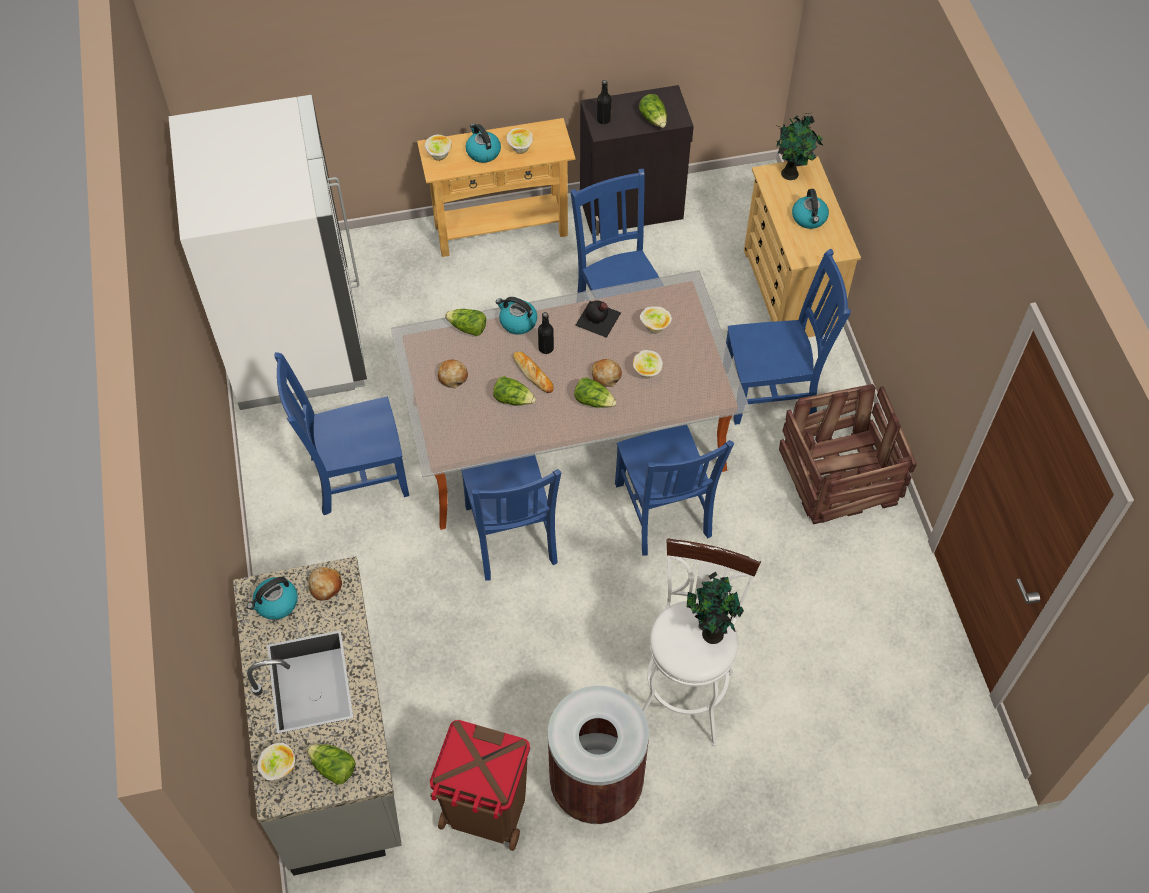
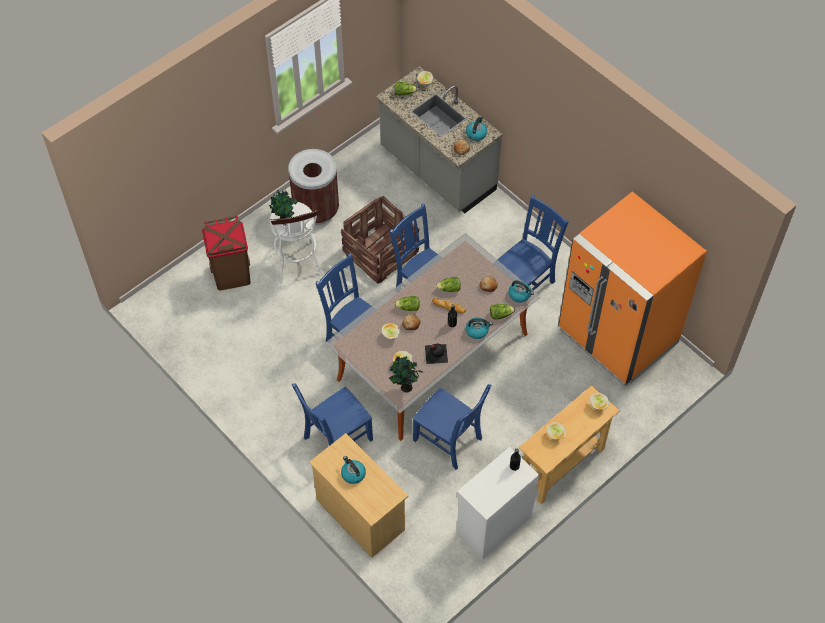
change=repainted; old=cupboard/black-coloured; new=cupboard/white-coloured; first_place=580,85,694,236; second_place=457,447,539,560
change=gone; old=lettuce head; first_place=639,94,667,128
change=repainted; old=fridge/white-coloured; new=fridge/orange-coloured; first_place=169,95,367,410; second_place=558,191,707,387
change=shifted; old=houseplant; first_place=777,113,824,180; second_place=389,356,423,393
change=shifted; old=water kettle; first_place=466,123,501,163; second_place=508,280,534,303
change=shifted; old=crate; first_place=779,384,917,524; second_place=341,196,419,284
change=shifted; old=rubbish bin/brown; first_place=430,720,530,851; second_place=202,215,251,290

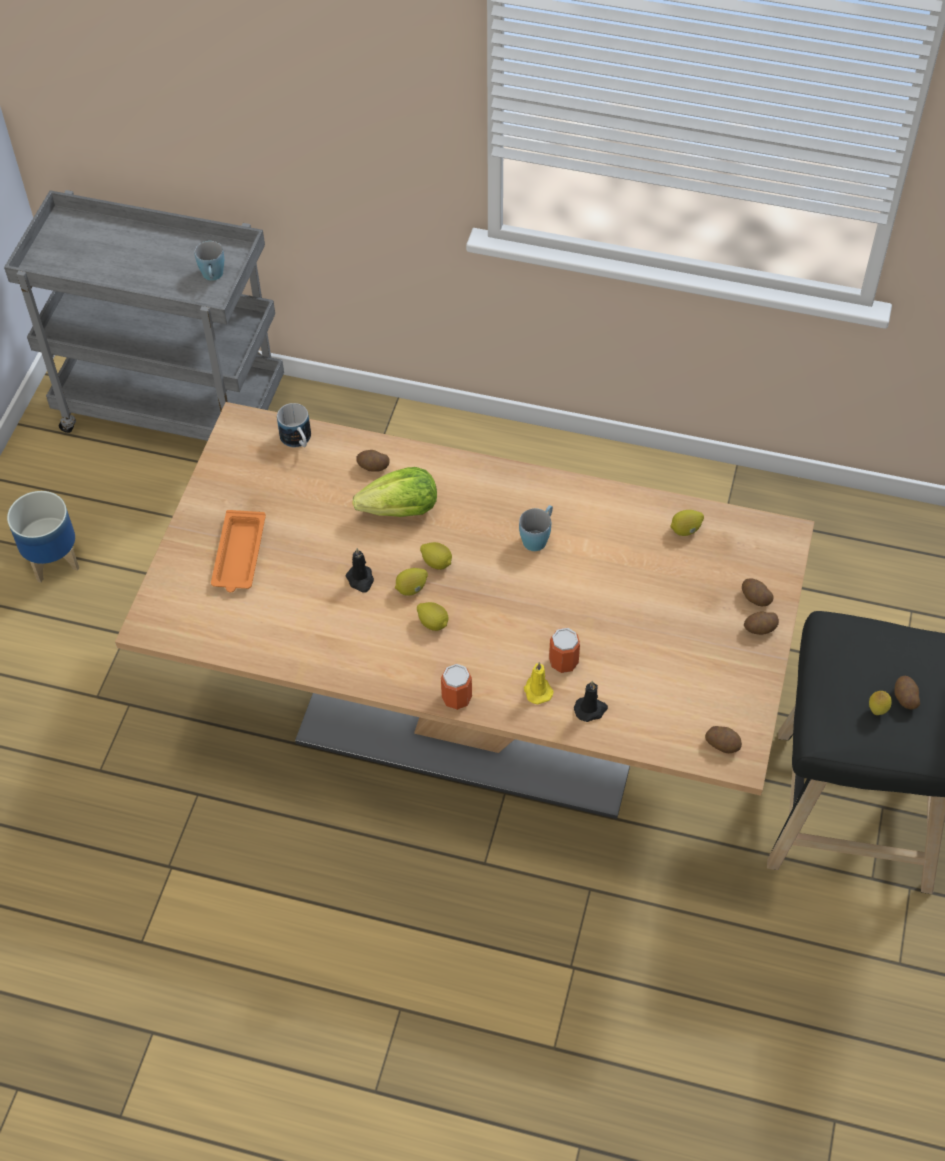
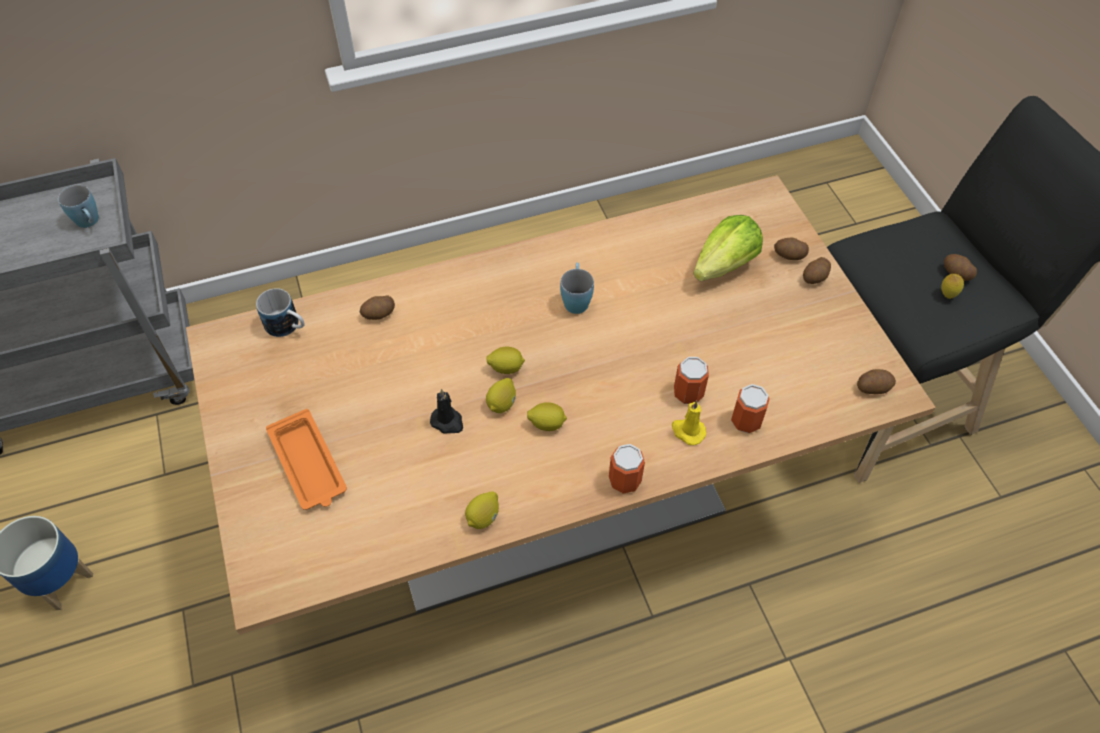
change=shifted; old=lettuce head; first_place=352,467,437,517; second_place=693,215,763,281
change=shifted; old=citrus fruit; first_place=670,510,704,536; second_place=465,491,499,529
change=swapped; old=wax candle/black-coloured; new=can; first_place=574,681,608,722; second_place=731,384,770,433

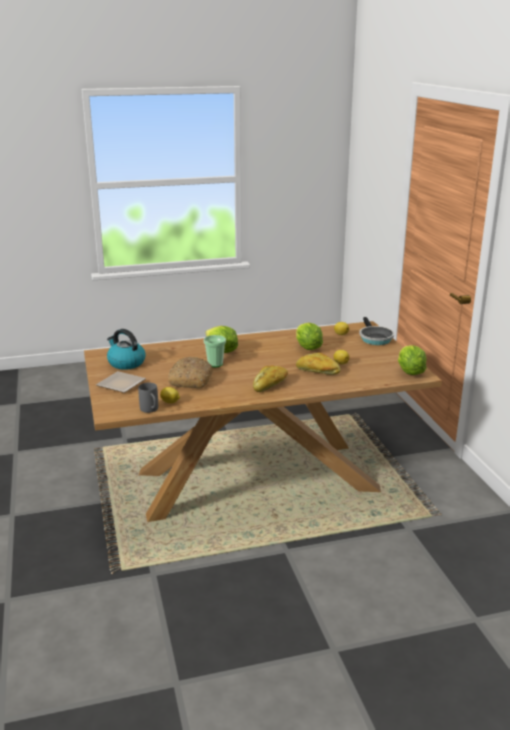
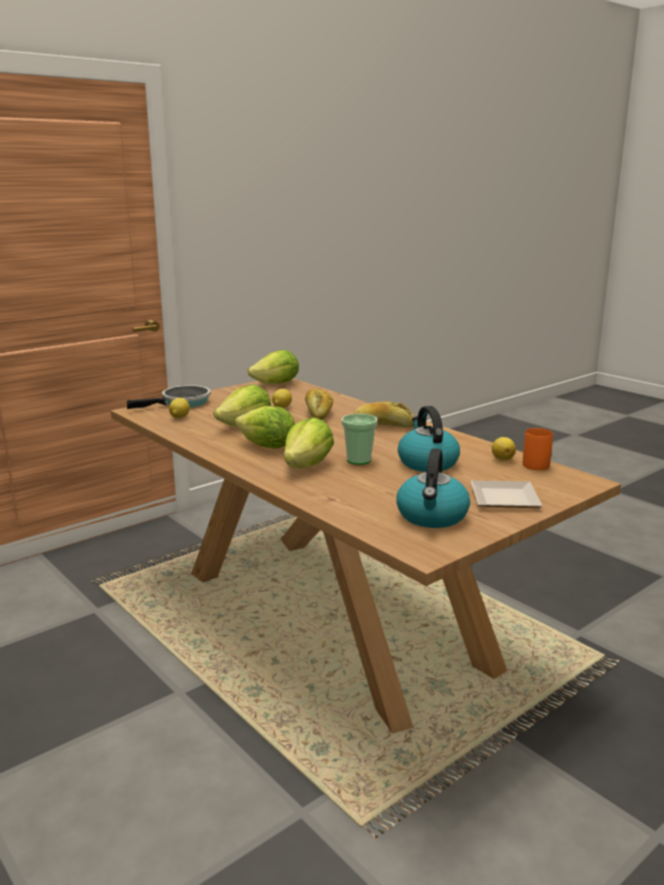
change=swapped; old=baked bread; new=water kettle; first_place=168,357,213,388; second_place=398,406,460,472
change=repainted; old=mug/grey; new=mug/orange-coloured; first_place=138,383,158,413; second_place=523,428,553,470
change=new; new=lettuce head; second_place=235,406,295,448

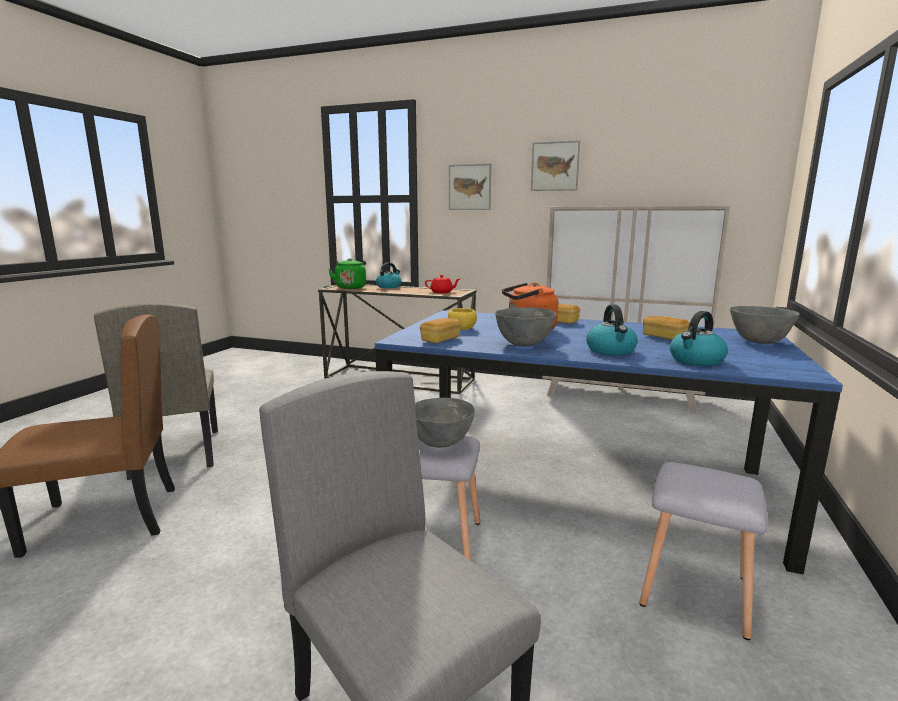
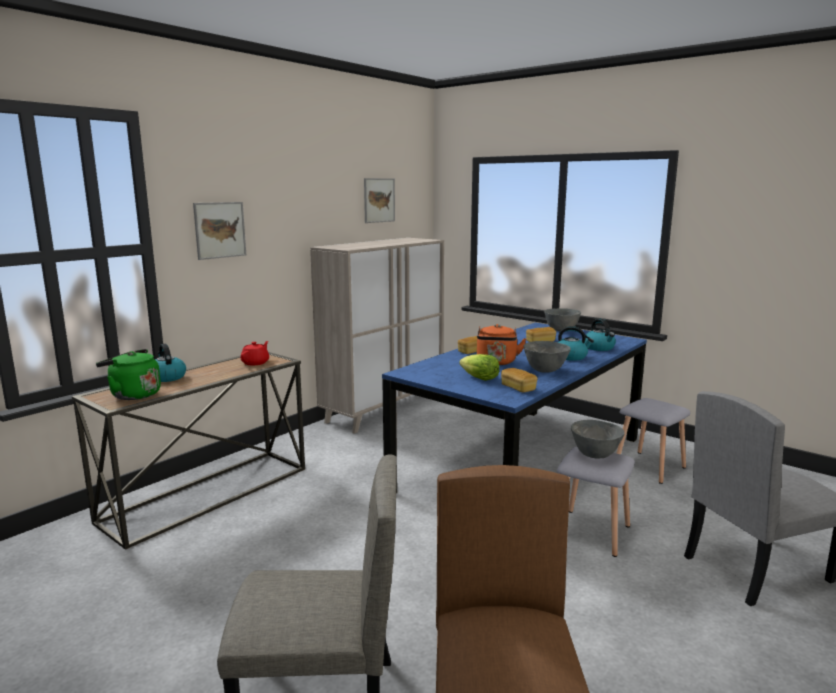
change=shifted; old=picture; first_place=531,140,580,191; second_place=364,178,395,223
change=swapped; old=serving bowl/yellowish; new=lettuce head; first_place=448,308,477,330; second_place=459,354,499,381

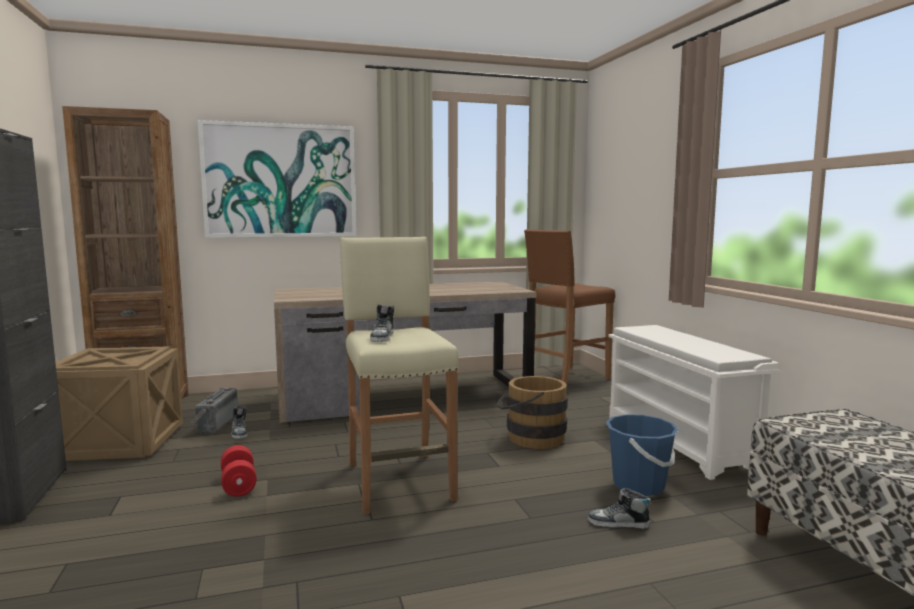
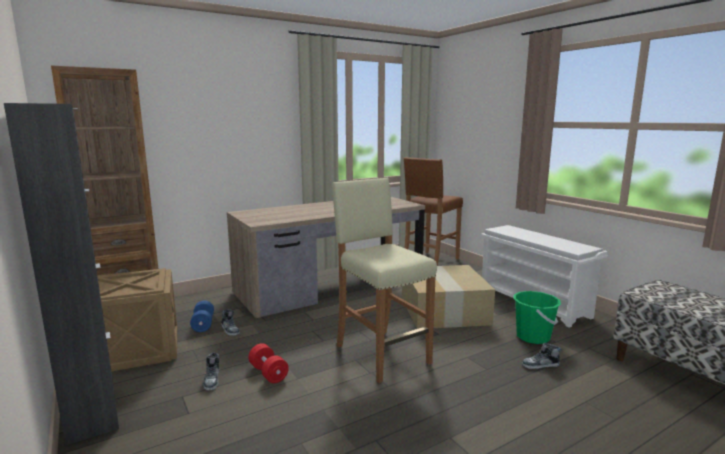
change=gone; old=picture; first_place=198,120,356,238
change=shifted; old=low shoe; first_place=370,304,394,342; second_place=203,352,219,391
change=swapped; old=water bucket/brown; new=carton; first_place=497,376,568,449; second_place=402,265,495,329
change=swapped; old=radio; new=hand weight/blue; first_place=190,387,238,434; second_place=190,301,214,332
change=repainted; old=water bucket/blue; new=water bucket/green-coloured; first_place=606,414,679,496; second_place=513,291,561,344

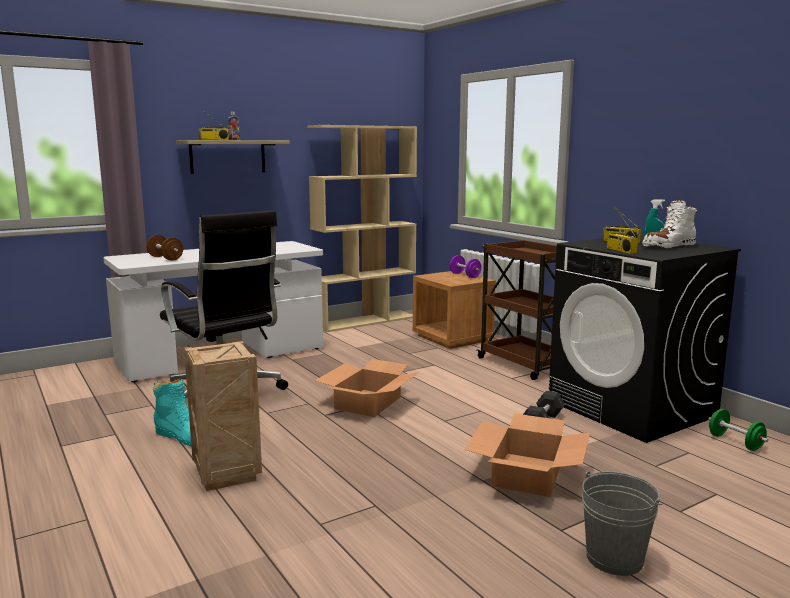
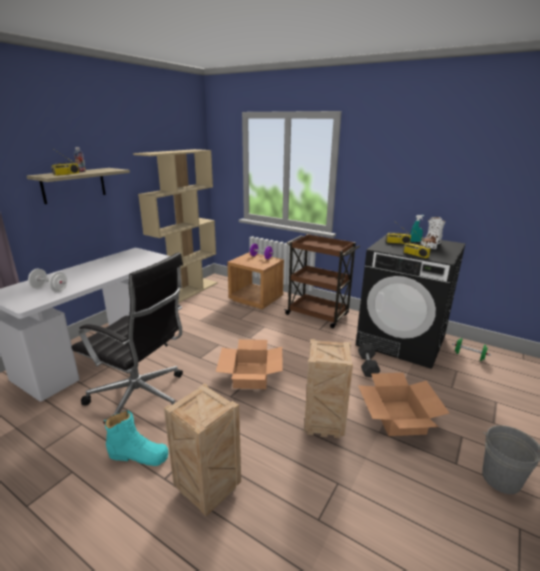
change=repainted; old=hand weight/brown; new=hand weight/white-coloured; first_place=146,235,183,261; second_place=28,269,67,292
change=new; new=crate; second_place=304,339,353,439

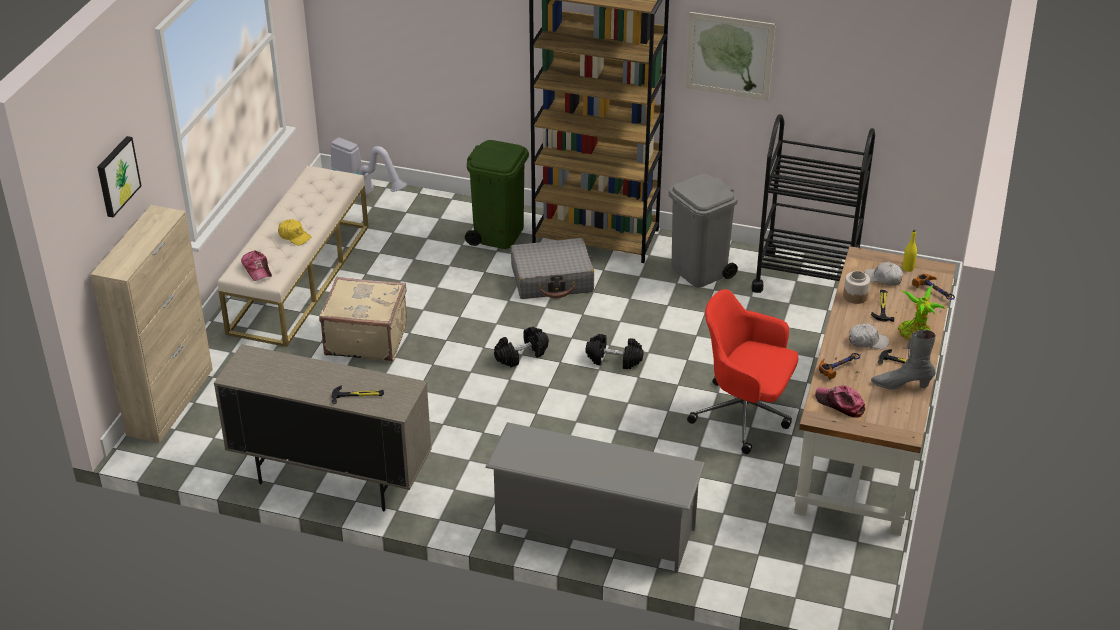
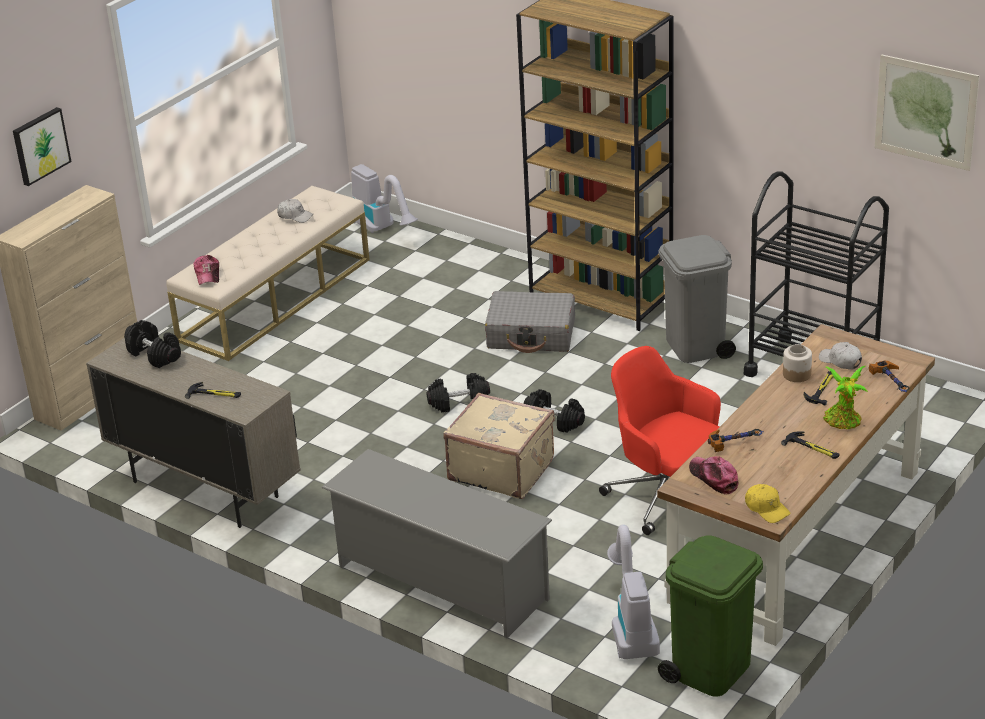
change=shifted; old=picture; first_place=685,12,776,101; second_place=875,55,980,171
change=shifted; old=rubbish bin/green-coloured; first_place=465,140,529,249; second_place=658,535,763,697
change=shifted; old=peaked cap/yellowish; first_place=278,219,312,246; second_place=745,484,790,523
change=gone; old=drink bottle/yellowish; first_place=903,230,917,272
change=shifted; old=piece of luggage/beige; first_place=319,277,407,362; second_place=443,393,555,499
change=shifted; old=peaked cap/white-coloured; first_place=849,323,889,349; second_place=277,199,313,223
change=gone; old=high-top boot/grey; first_place=871,330,936,390
change=new; new=hand weight/black-coloured; second_place=124,320,181,368
change=new; new=vacuum; second_place=607,524,660,659

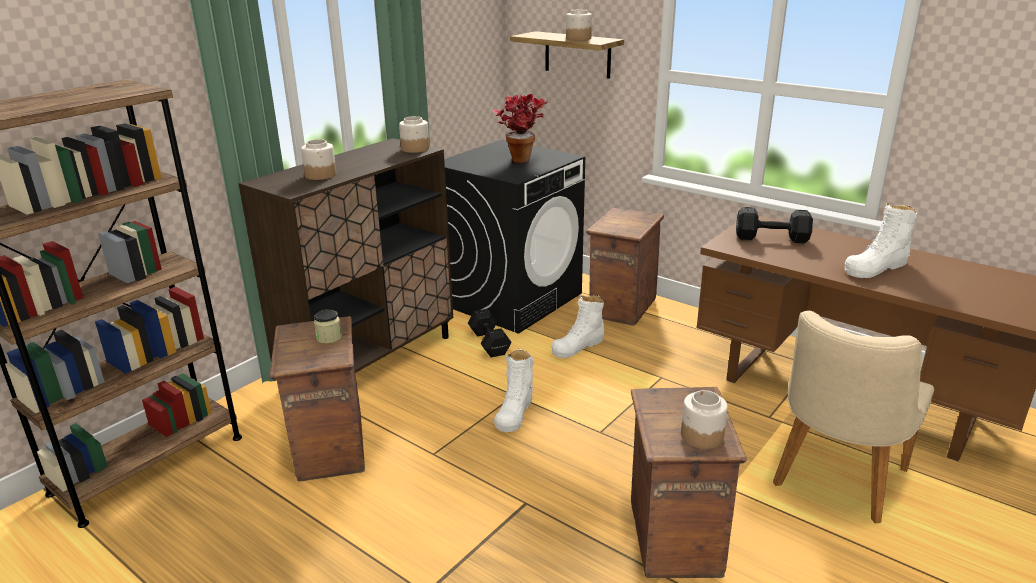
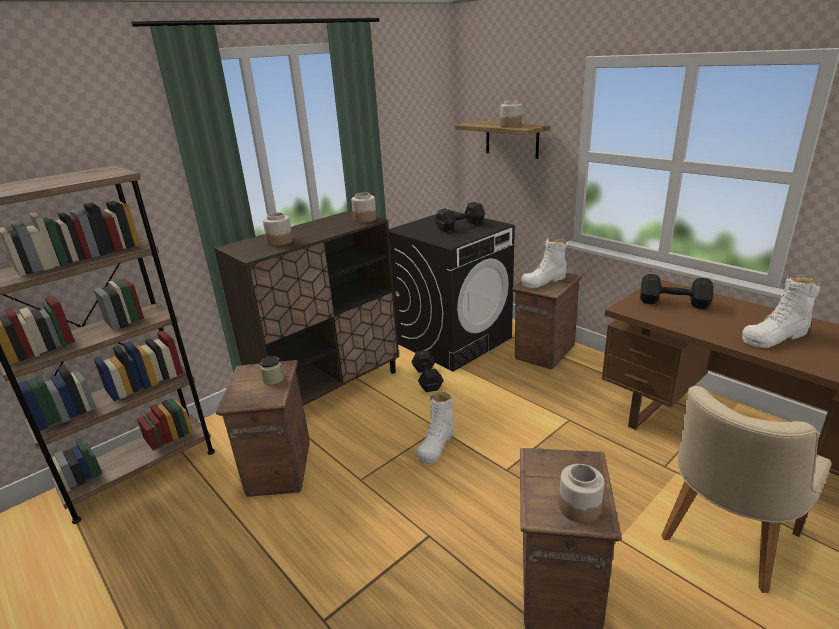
change=swapped; old=houseplant; new=hand weight/black-coloured; first_place=493,94,547,163; second_place=435,202,485,232
change=shifted; old=high-top boot/white-coloured; first_place=551,295,604,358; second_place=521,238,567,288

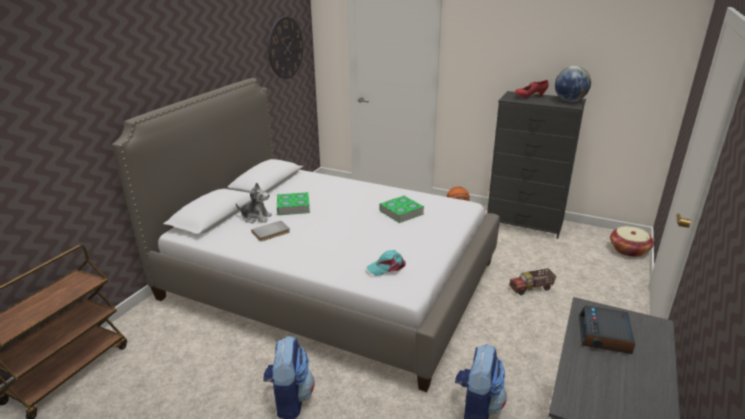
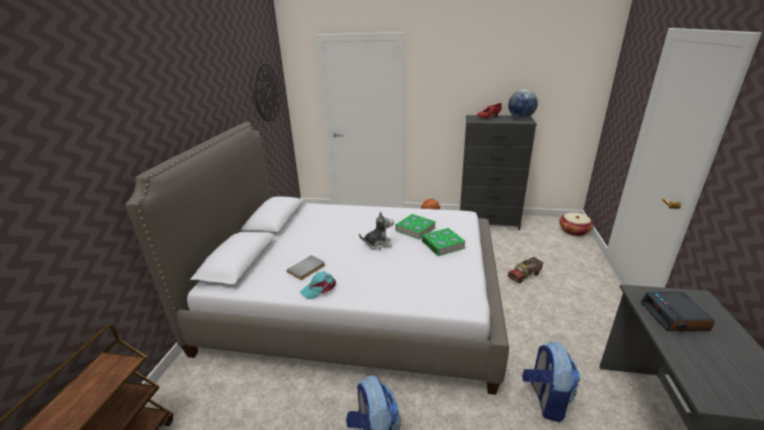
change=shifted; old=soft toy; first_place=236,182,272,223; second_place=359,211,394,250
change=shifted; old=volume; first_place=277,192,310,215; second_place=422,228,466,256
change=shifted; old=peaked cap/blue-green; first_place=367,250,405,276; second_place=300,271,336,299

